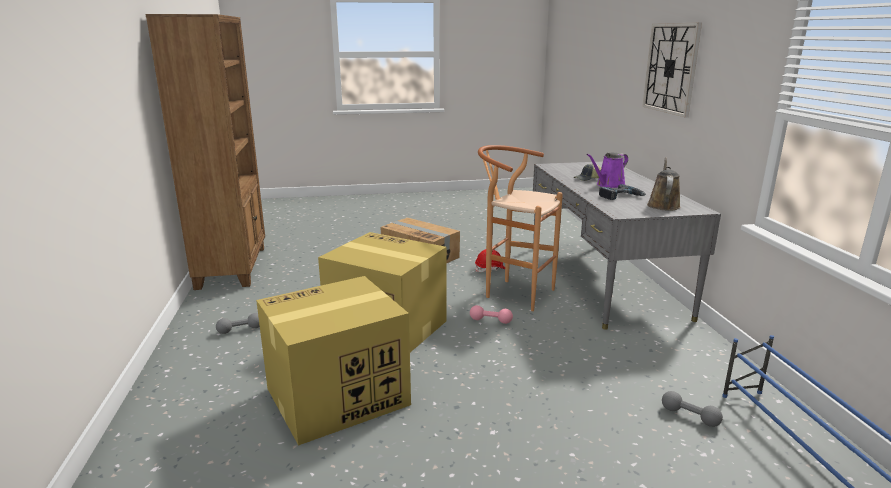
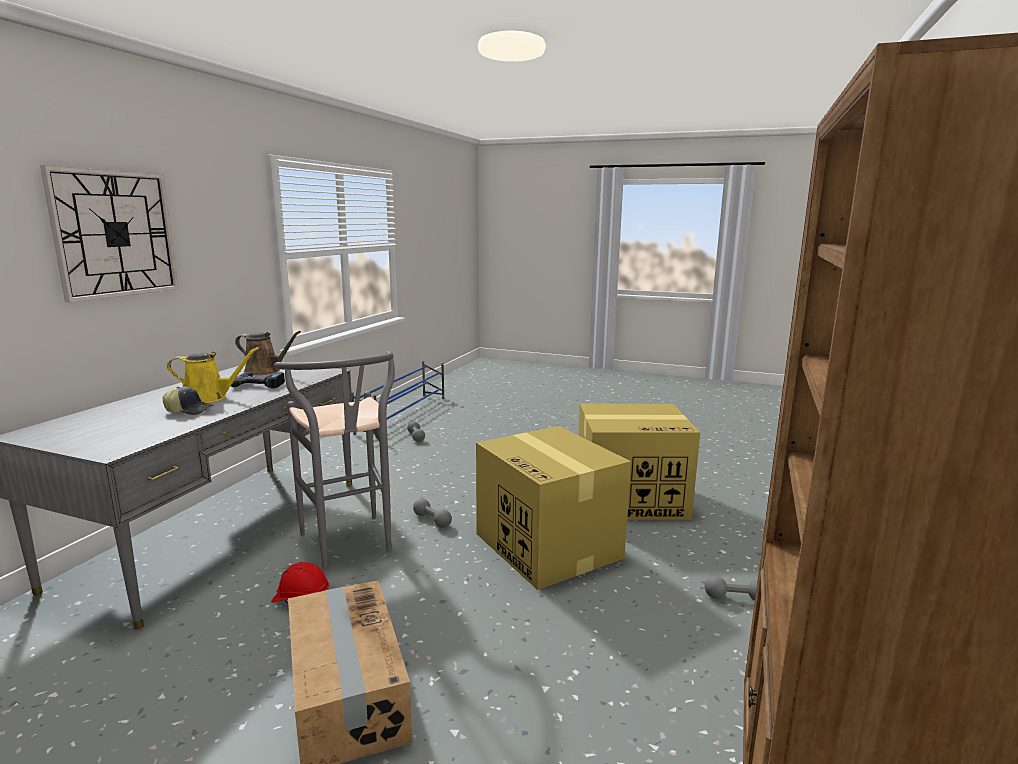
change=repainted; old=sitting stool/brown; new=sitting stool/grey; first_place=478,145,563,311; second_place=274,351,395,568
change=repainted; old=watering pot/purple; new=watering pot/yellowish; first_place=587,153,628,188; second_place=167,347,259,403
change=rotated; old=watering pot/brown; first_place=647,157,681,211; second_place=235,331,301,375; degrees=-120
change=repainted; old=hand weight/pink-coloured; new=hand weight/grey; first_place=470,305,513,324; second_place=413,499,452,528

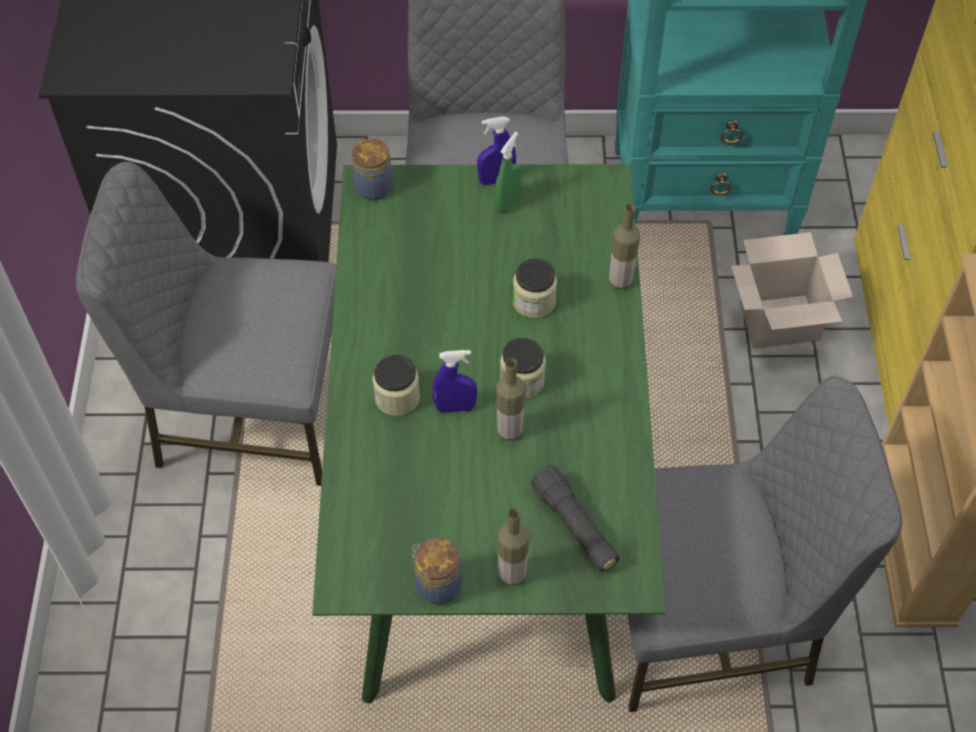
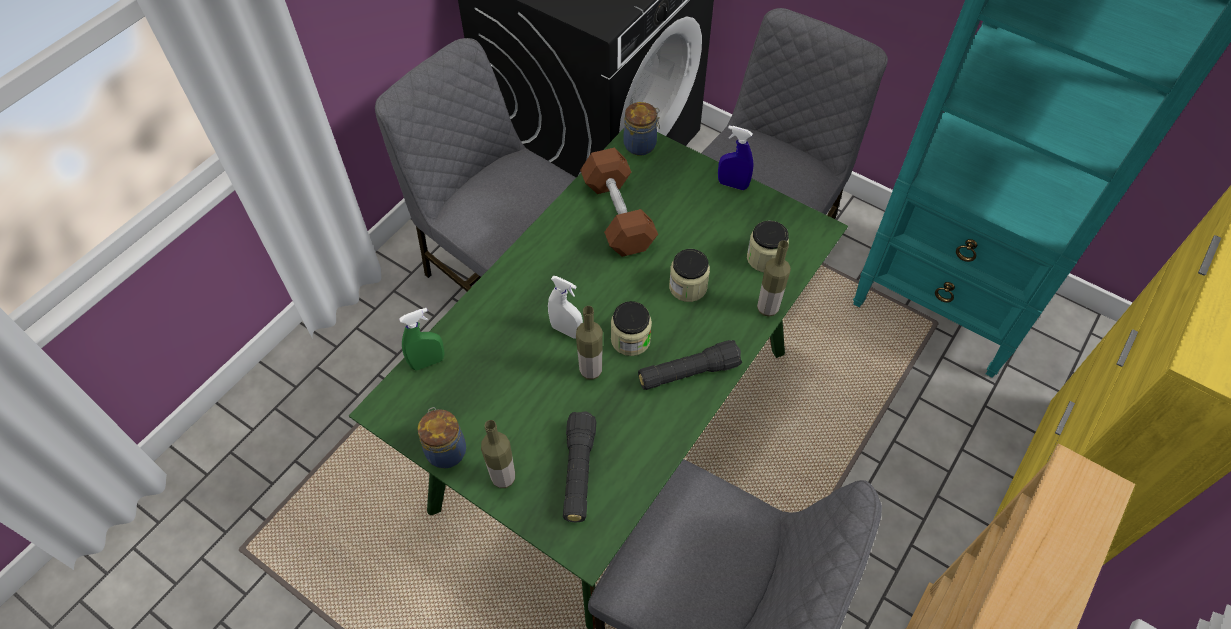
change=shifted; old=hand sprayer/green-coloured; first_place=495,132,521,214; second_place=399,308,445,370
change=gone; old=carton; first_place=731,232,853,349
change=repainted; old=hand sprayer/blue; new=hand sprayer/white-coloured; first_place=432,350,477,413; second_place=548,276,583,339
change=shifted; old=storage jar; first_place=373,355,420,416; second_place=747,221,789,272
change=new; new=hand weight/brown; second_place=580,148,658,257
change=new; new=hand torch/black-coloured; second_place=638,340,742,390

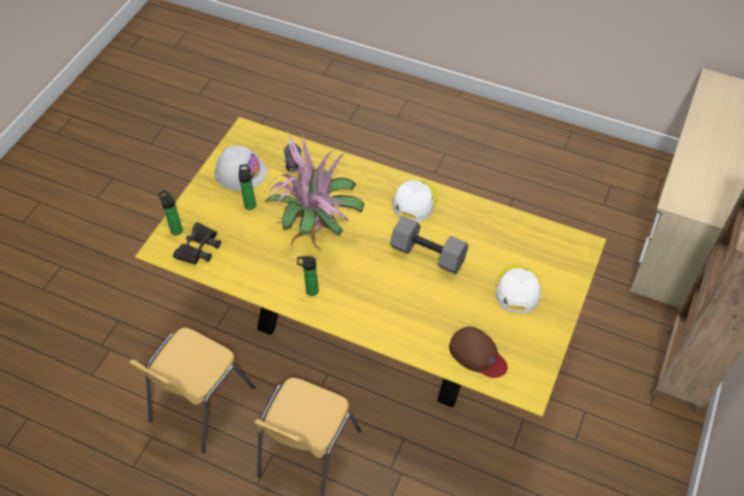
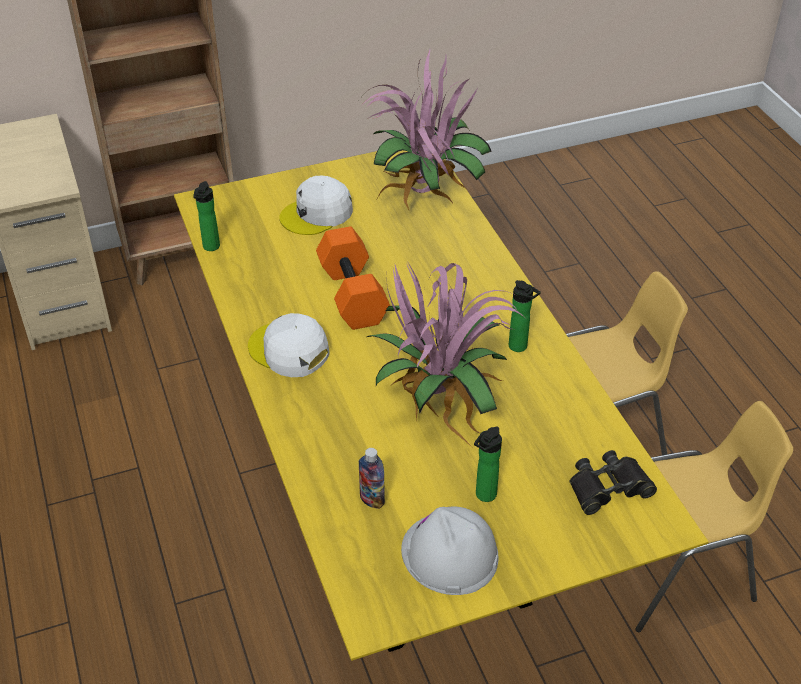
change=rotated; old=peaked cap/white-coloured; first_place=393,180,438,222; second_place=248,313,329,377; degrees=60
change=shifted; old=drink bottle; first_place=158,190,183,235; second_place=193,181,220,251
change=repainted; old=hand weight/grey; new=hand weight/orange-coloured; first_place=390,216,469,274; second_place=316,226,390,330
change=swapped; old=peaked cap/brown; new=houseplant; first_place=449,326,508,378; second_place=360,49,492,210

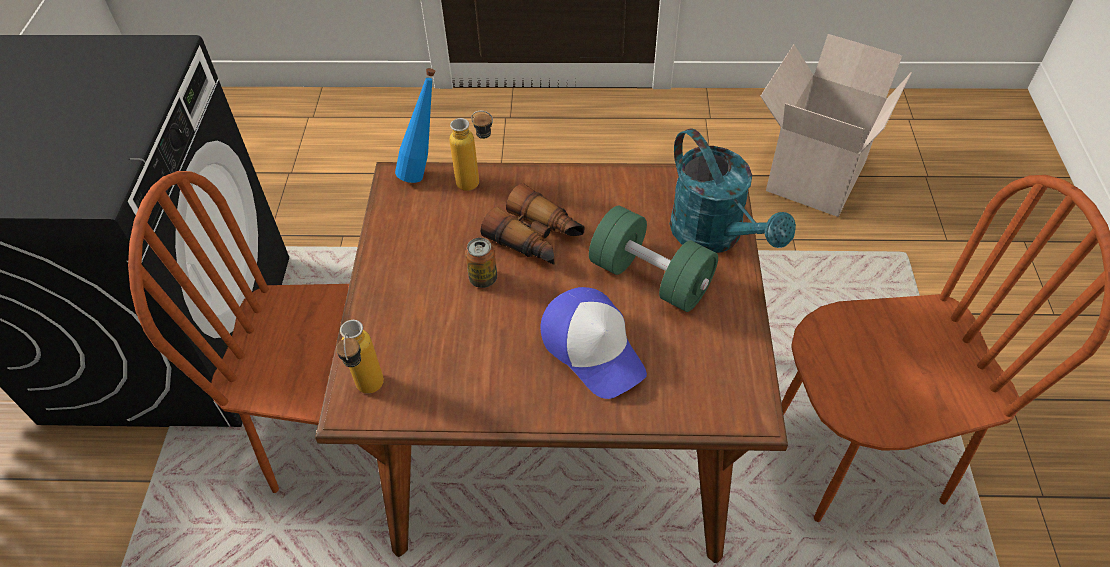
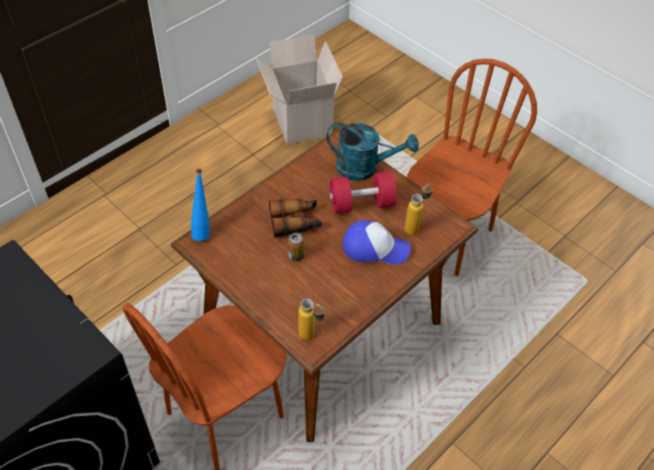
change=shifted; old=drink bottle; first_place=449,111,493,191; second_place=404,183,433,235
change=repainted; old=hand weight/green-coloured; new=hand weight/red; first_place=589,206,718,312; second_place=330,171,397,214

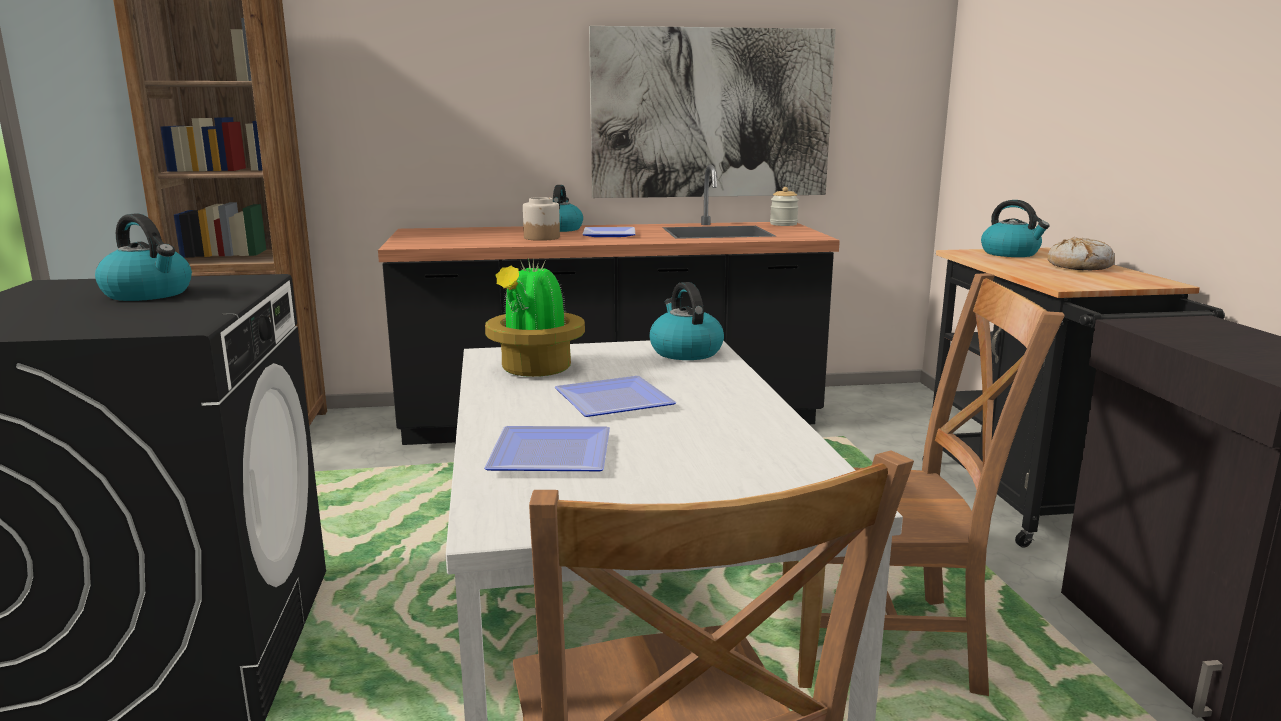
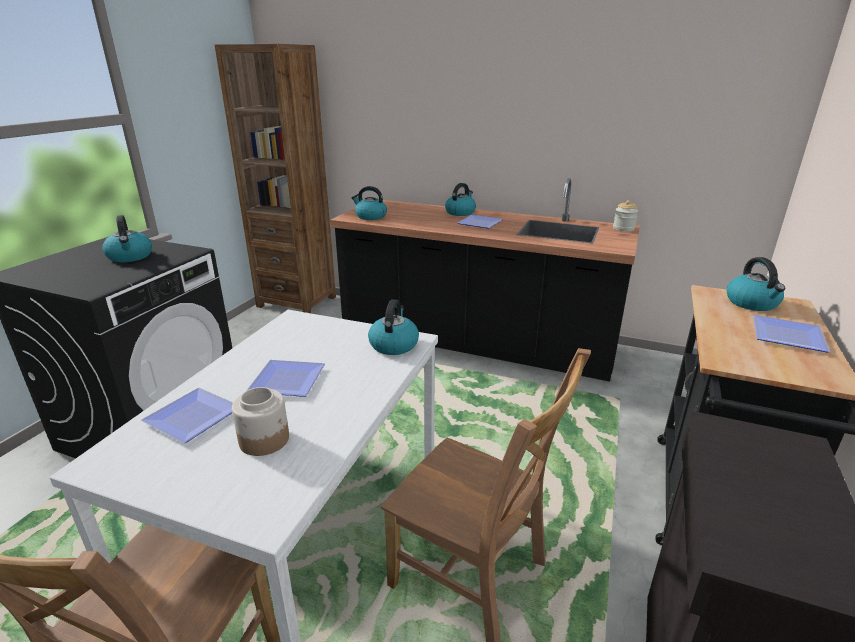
change=gone; old=picture; first_place=589,26,836,198
change=shifted; old=storage jar; first_place=523,197,560,241; second_place=232,387,289,456
change=swapped; old=baked bread; new=dinner plate; first_place=1047,237,1115,270; second_place=753,315,830,353
change=gone; old=houseplant; first_place=485,258,585,377
change=new; new=water kettle; second_place=352,186,387,220

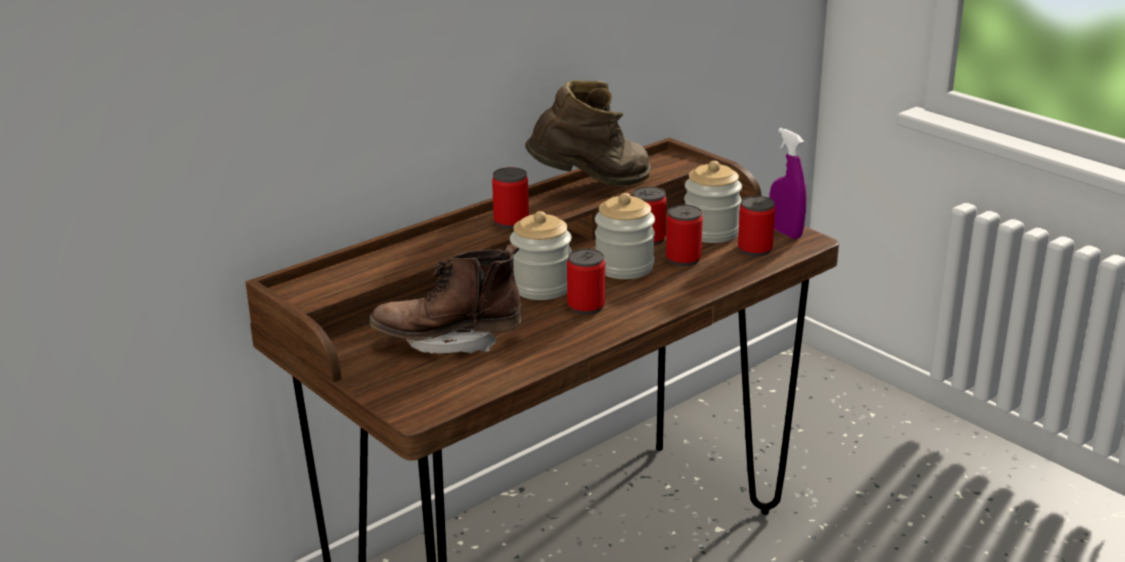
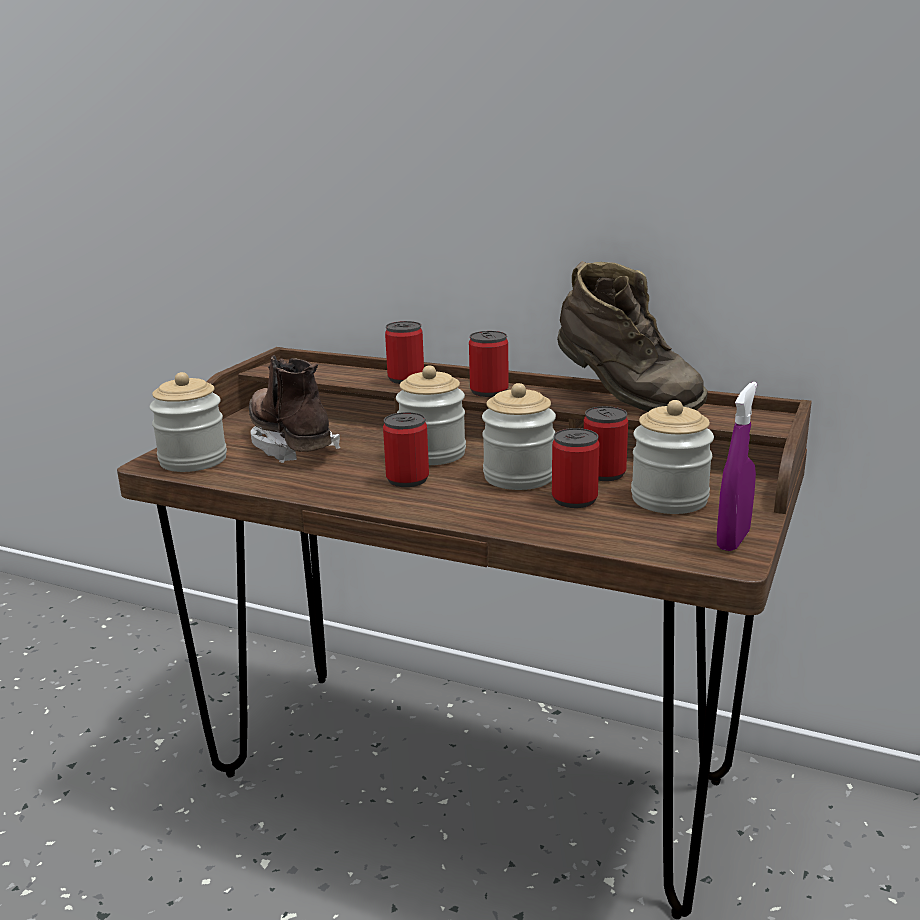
change=shifted; old=can; first_place=738,196,775,257; second_place=385,321,424,384
change=new; new=storage jar; second_place=150,372,227,472

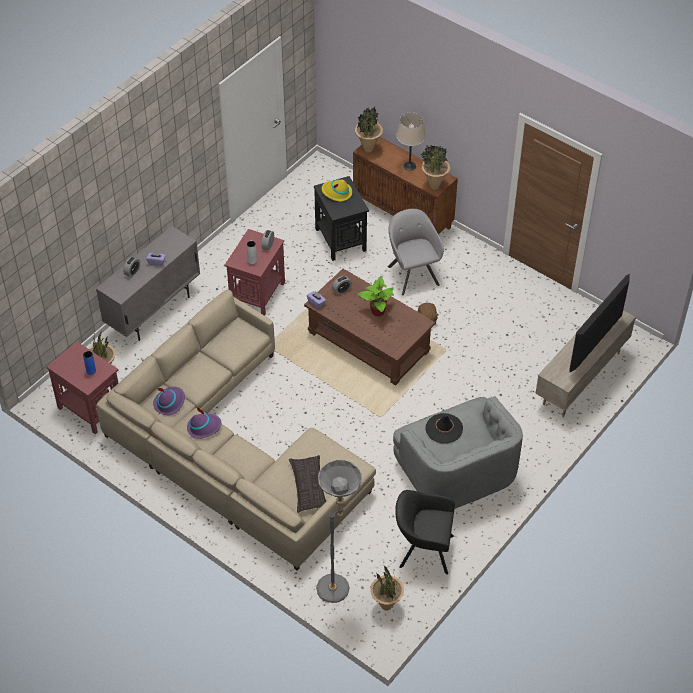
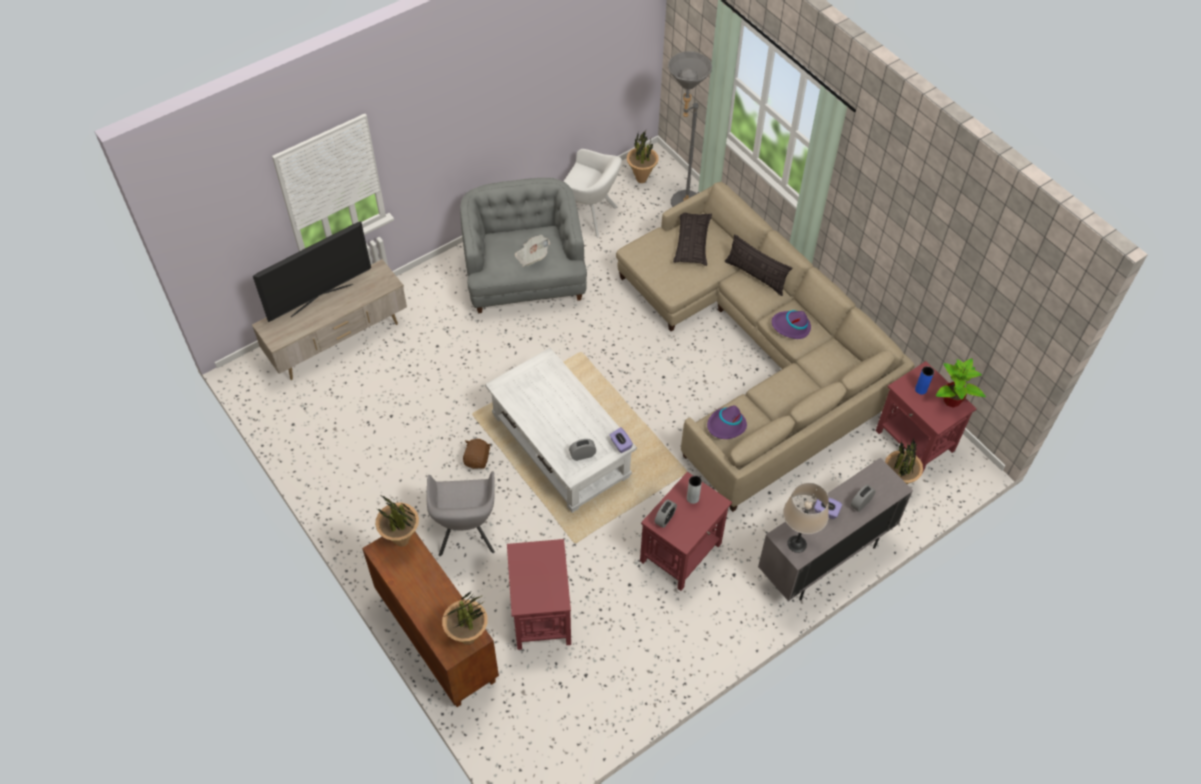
change=shifted; old=tabletop lamp/beige; first_place=396,112,426,171; second_place=783,483,829,553
change=repainted; old=accent table/black-coloured; new=accent table/red; first_place=314,176,369,261; second_place=507,539,571,650
change=gone; old=wearable hat/yellowish; first_place=322,179,352,202
change=repainted; old=lounge table/brown; new=lounge table/white-coloured; first_place=304,269,435,385; second_place=485,348,637,513
change=shifted; old=houseplant; first_place=357,276,394,316; second_place=936,358,986,408
change=shifted; old=wearable hat/purple; first_place=153,386,185,415; second_place=707,406,747,439
change=swapped; old=wearable hat/black-coloured; new=printed paper; first_place=425,413,463,444; second_place=515,235,550,267
change=repainted; old=lounge chair/black-coloured; new=lounge chair/white-coloured; first_place=395,490,455,575; second_place=563,149,622,238
change=new; new=pillow; second_place=725,234,792,296

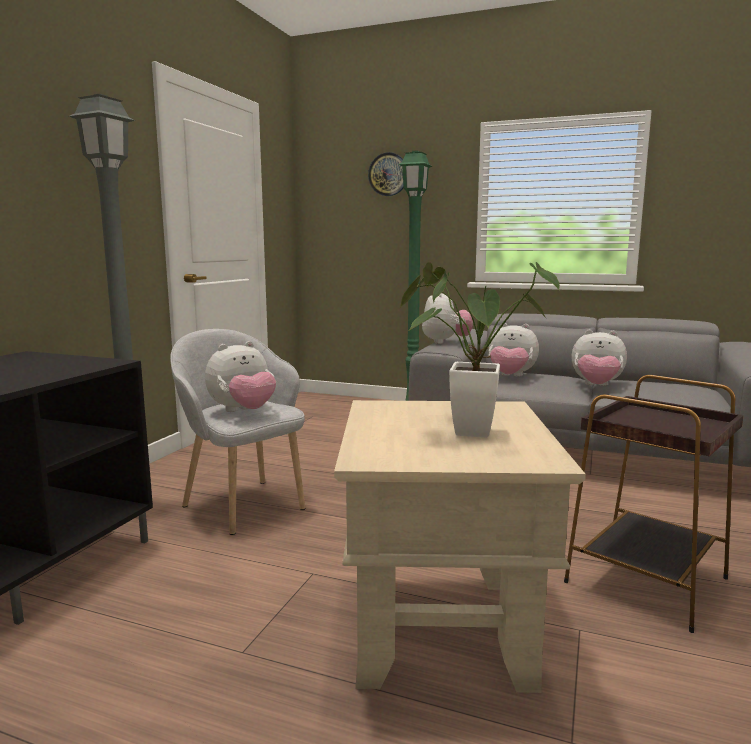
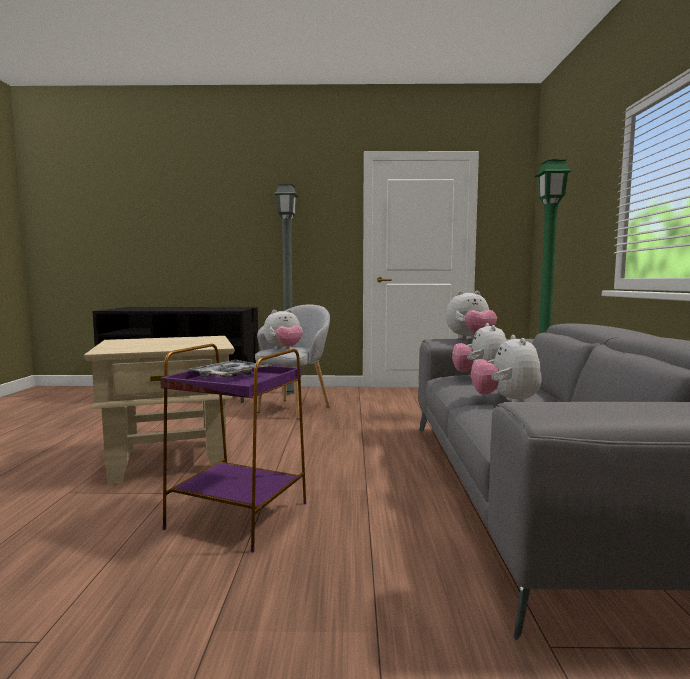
change=gone; old=clock on the wall; first_place=368,152,404,196
change=gone; old=houseplant; first_place=399,262,560,438
change=rotated; old=soft toy; first_place=205,341,276,412; second_place=264,309,303,350; degrees=-60
change=repainted; old=accent table/brown; new=accent table/purple; first_place=564,375,744,633; second_place=160,344,306,553
change=new; new=carrying tray; second_place=189,360,271,377

